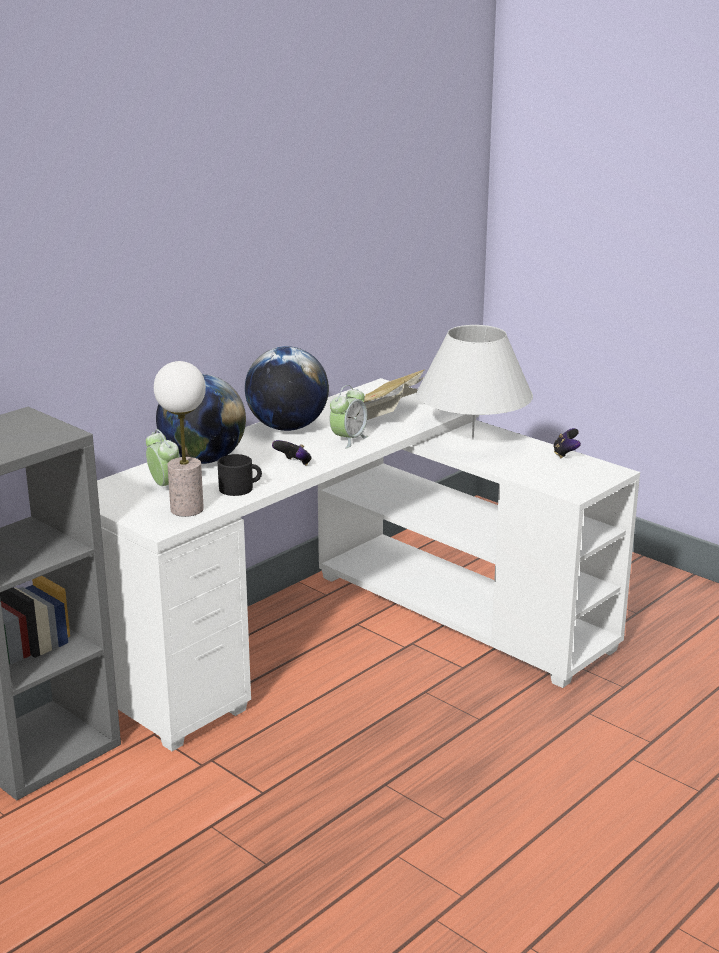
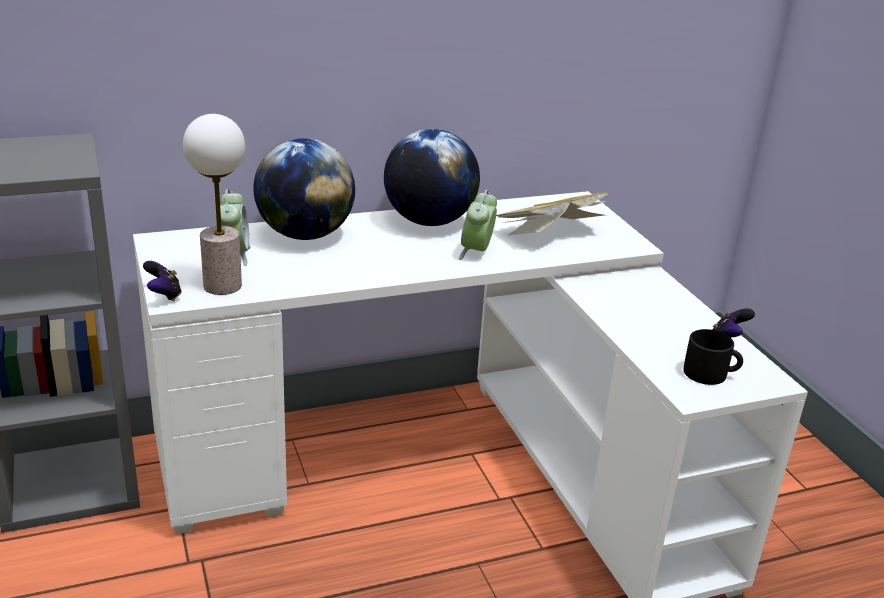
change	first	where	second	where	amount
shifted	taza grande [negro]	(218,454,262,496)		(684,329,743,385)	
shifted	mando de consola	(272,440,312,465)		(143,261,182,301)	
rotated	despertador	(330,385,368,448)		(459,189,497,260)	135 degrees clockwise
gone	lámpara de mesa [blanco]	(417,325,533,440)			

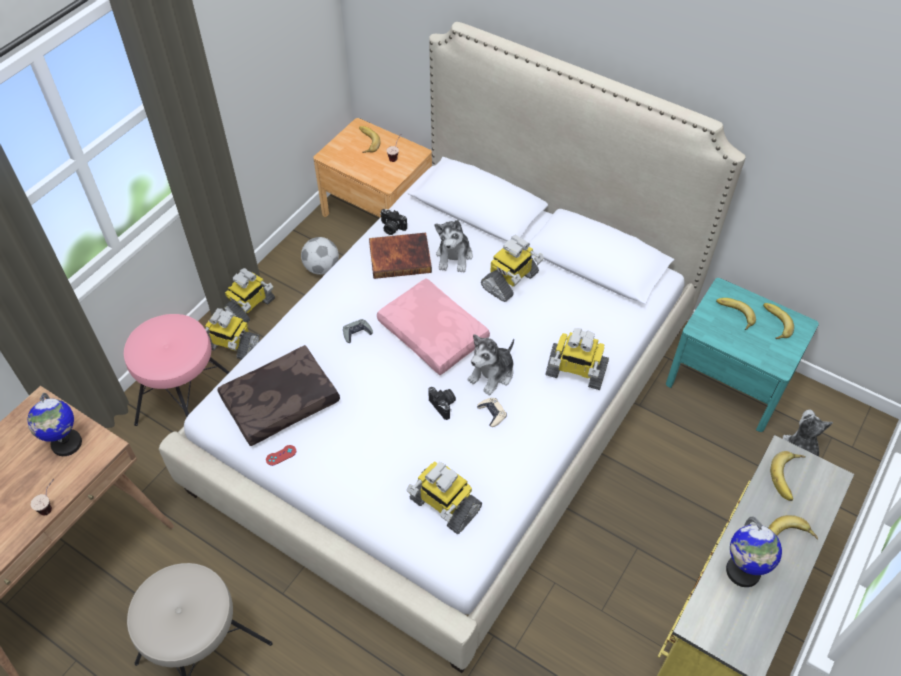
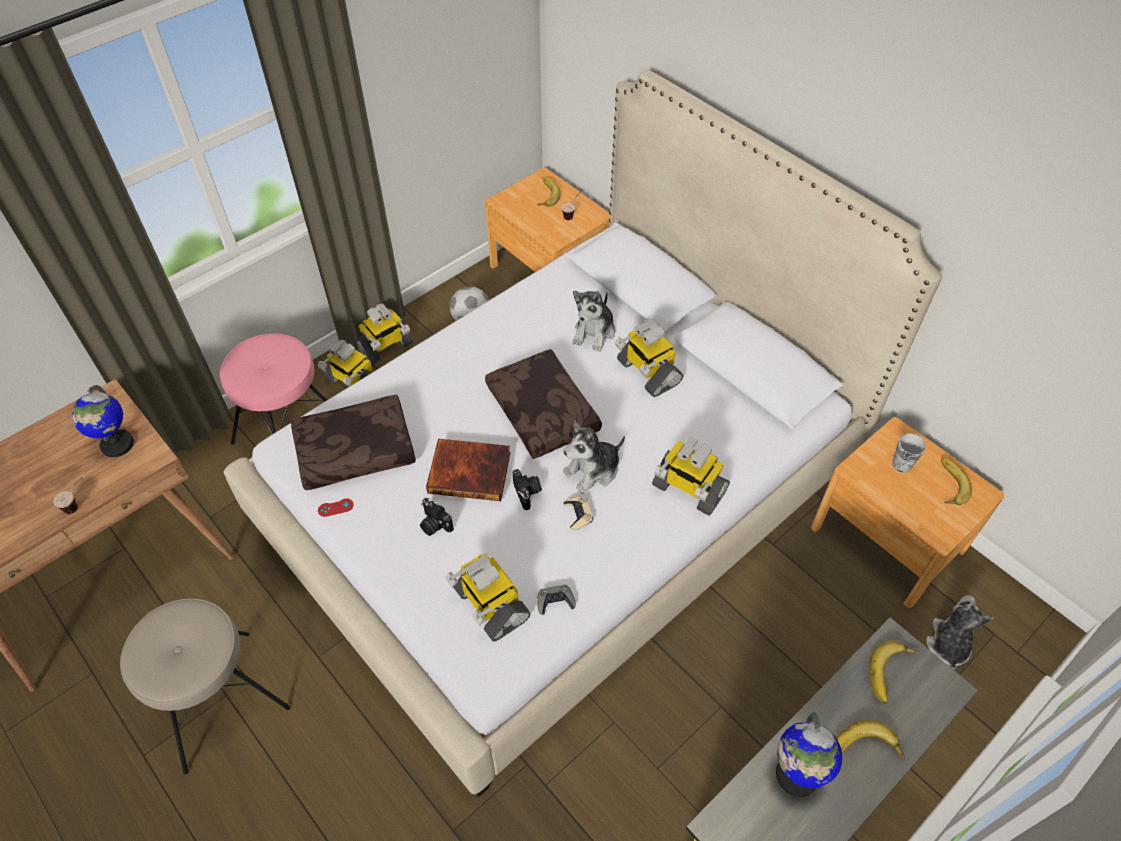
change	first	where	second	where	amount
shifted	mando de consola [gris]	(343,319,373,343)		(537,585,576,615)	
shifted	libro	(369,233,432,279)		(426,439,511,501)	
repainted	cojín [rosa]	(377,278,490,375)	cojín [marrón]	(485,349,602,459)	
shifted	cámara	(380,209,407,235)		(420,498,454,536)	
rotated	robot de juguete	(481,235,544,302)		(615,319,683,397)	90 degrees clockwise
repainted	mesita de noche [turquesa]	(666,278,819,432)	mesita de noche [marrón]	(811,417,1004,608)	
swapped	plátano	(716,298,756,330)	taza	(892,433,926,472)	

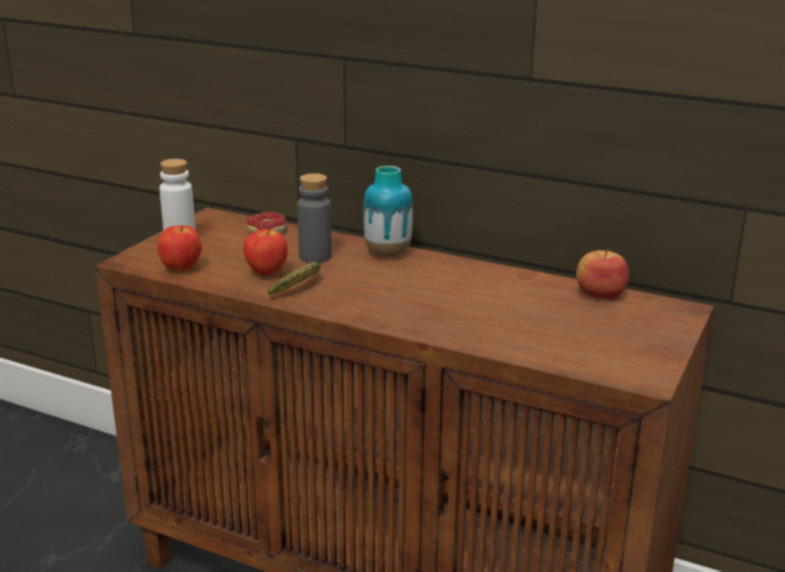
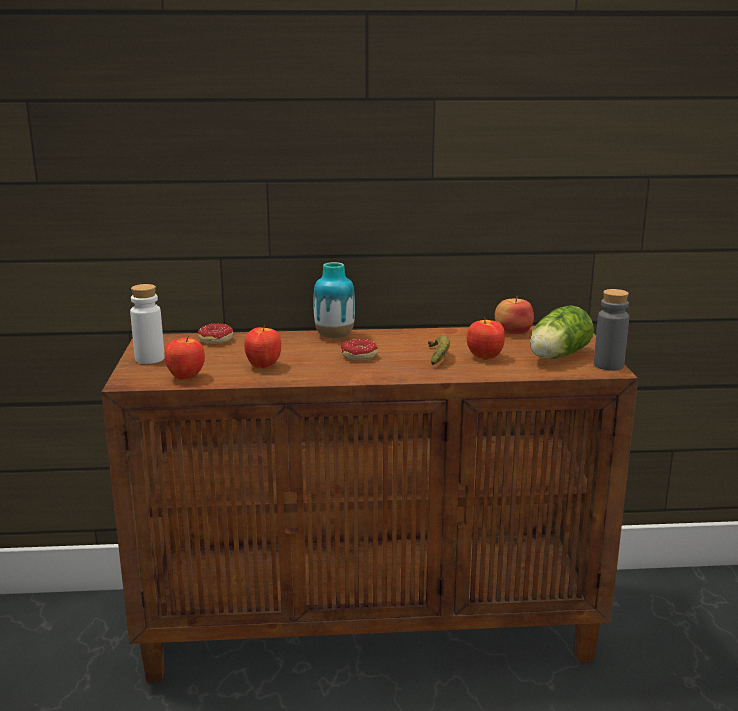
change	first	where	second	where	amount
shifted	plátano	(267,262,321,295)		(428,335,450,365)	
shifted	botella [gris]	(297,173,332,263)		(594,289,629,371)	
new			rosquilla	(341,339,378,361)	
new			manzana	(466,317,505,360)	
new			lechuga	(530,305,594,359)	

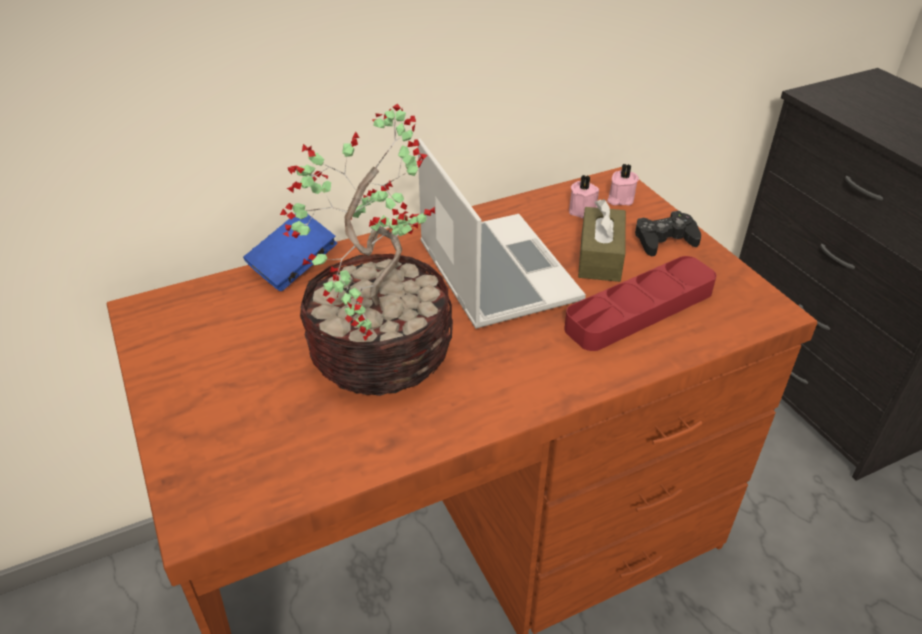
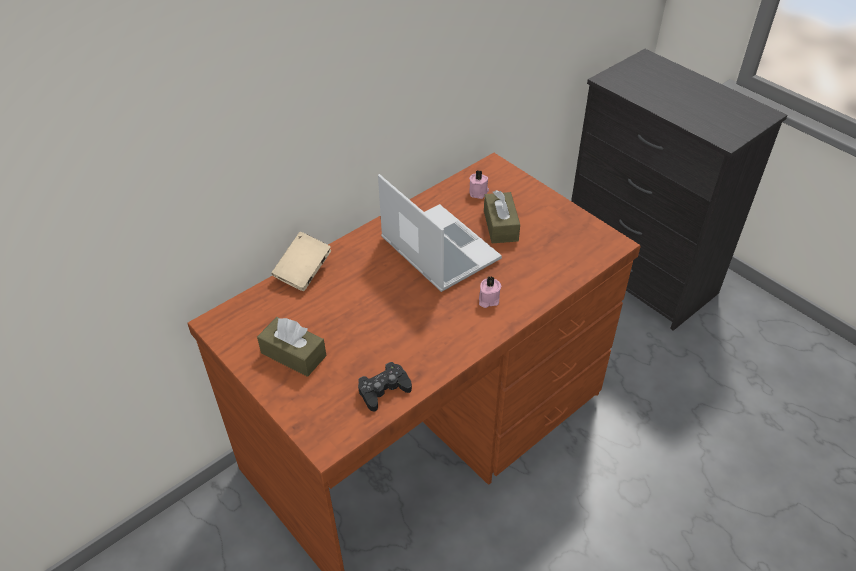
change	first	where	second	where	amount
repainted	libro [azul]	(243,213,337,291)	libro [beis]	(271,232,331,291)	
gone	planta en maceta	(280,104,453,396)			
gone	bandeja [rojo]	(564,256,716,351)			
shifted	vela [rosa]	(607,164,639,206)		(479,276,501,308)	
shifted	mando de consola [negro]	(635,211,701,257)		(358,362,412,412)	
new			caja de pañuelos [marrón]	(257,317,326,377)	

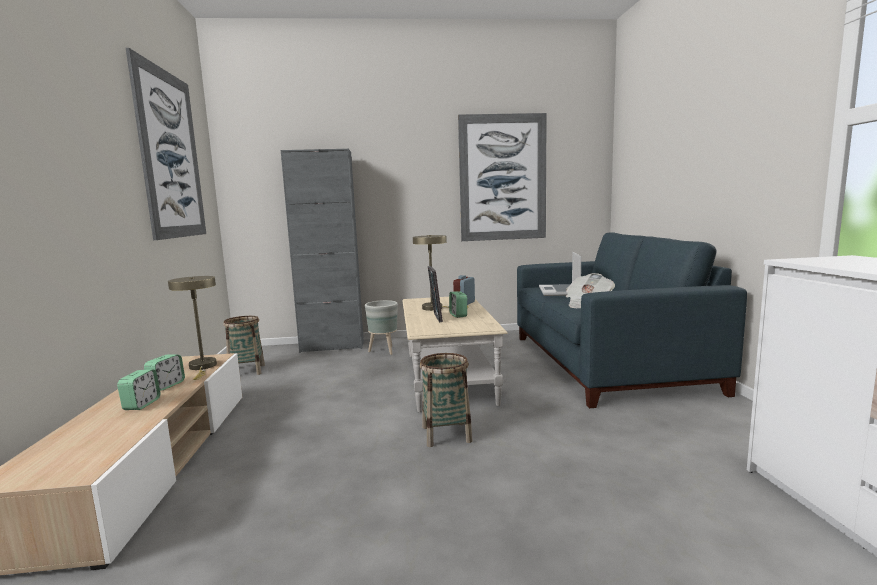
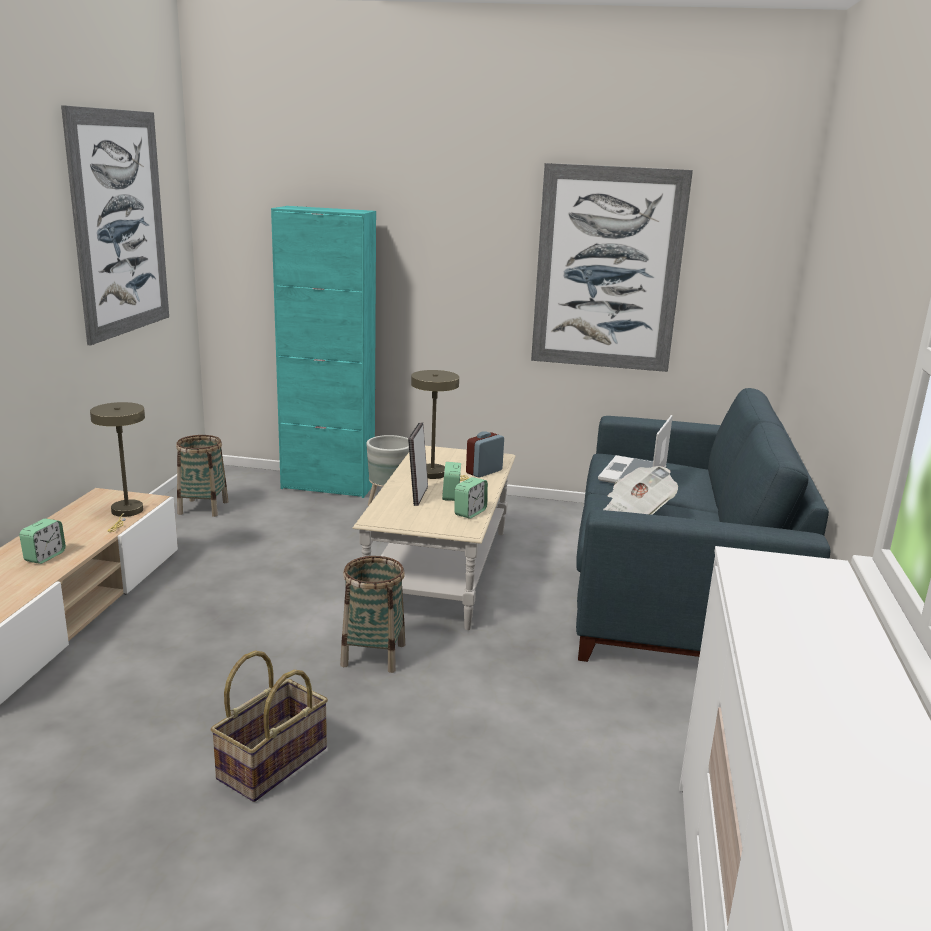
change	first	where	second	where	amount
shifted	despertador	(144,354,185,391)		(455,477,488,519)	
repainted	armario [gris]	(281,149,364,353)	armario [turquesa]	(271,206,376,498)	
new			cesta	(211,651,328,802)	

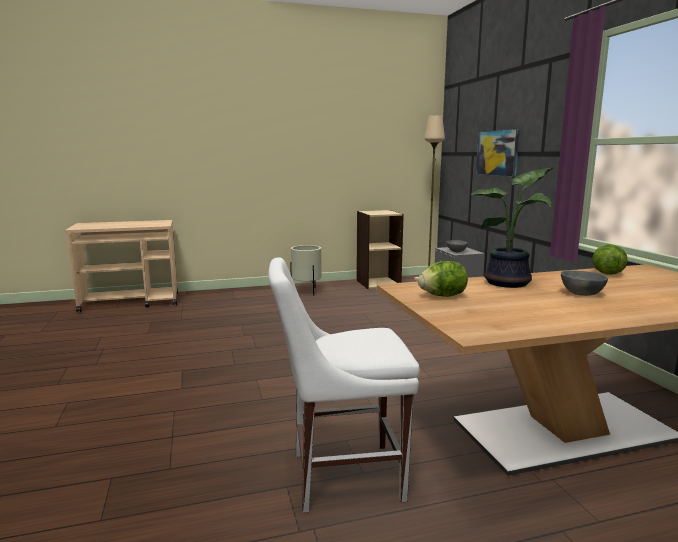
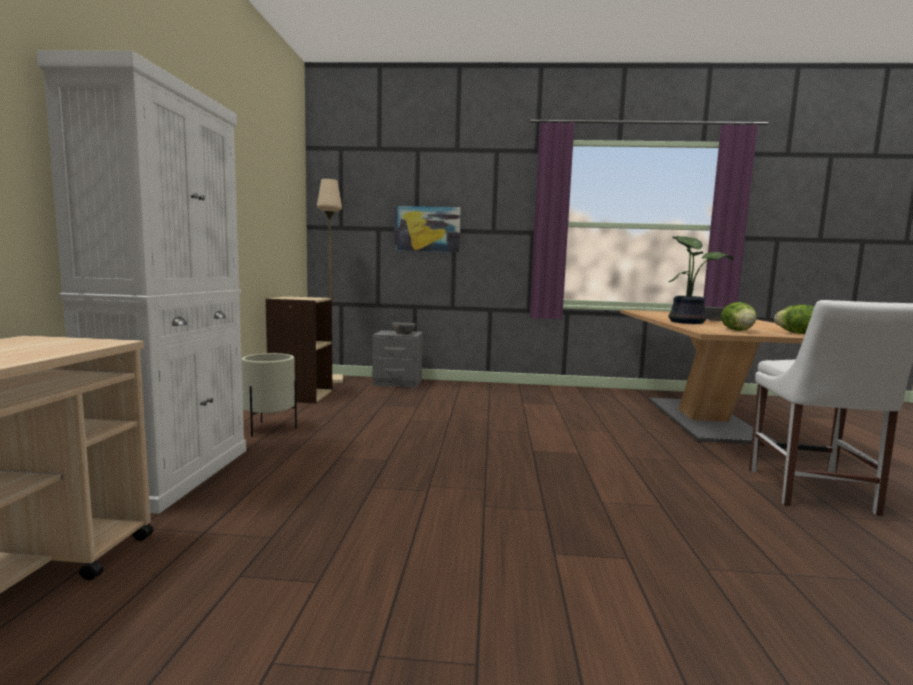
change	first	where	second	where	amount
shifted	lechuga	(592,244,628,275)		(774,305,814,334)	
new			armario [blanco]	(37,50,246,514)	

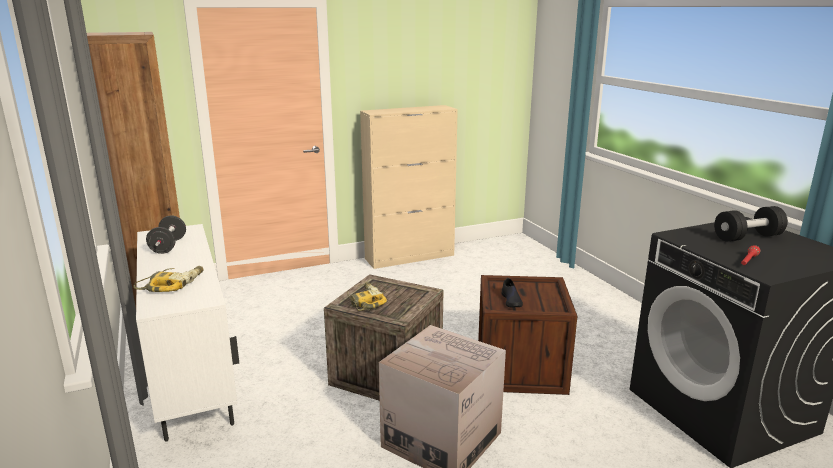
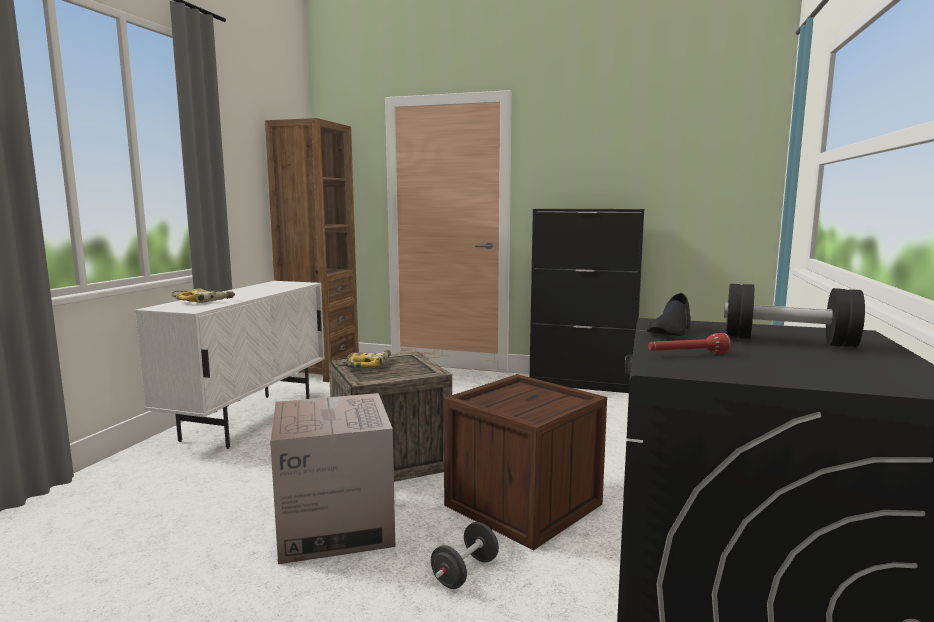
change	first	where	second	where	amount
shifted	mancuerna [negro]	(146,215,186,254)		(431,522,499,589)	
repainted	armario [beis]	(360,105,458,269)	armario [negro]	(530,209,644,393)	
shifted	zapato [negro]	(502,278,523,308)		(647,293,691,336)	

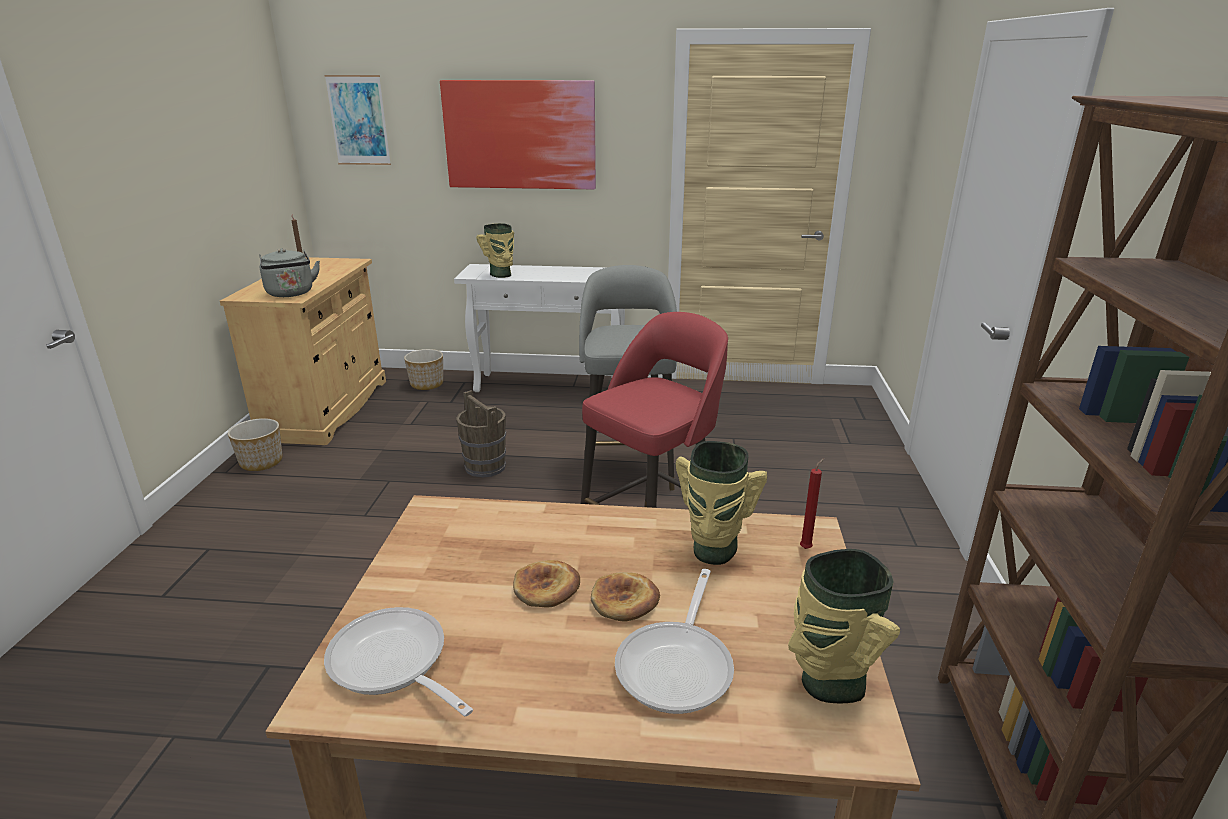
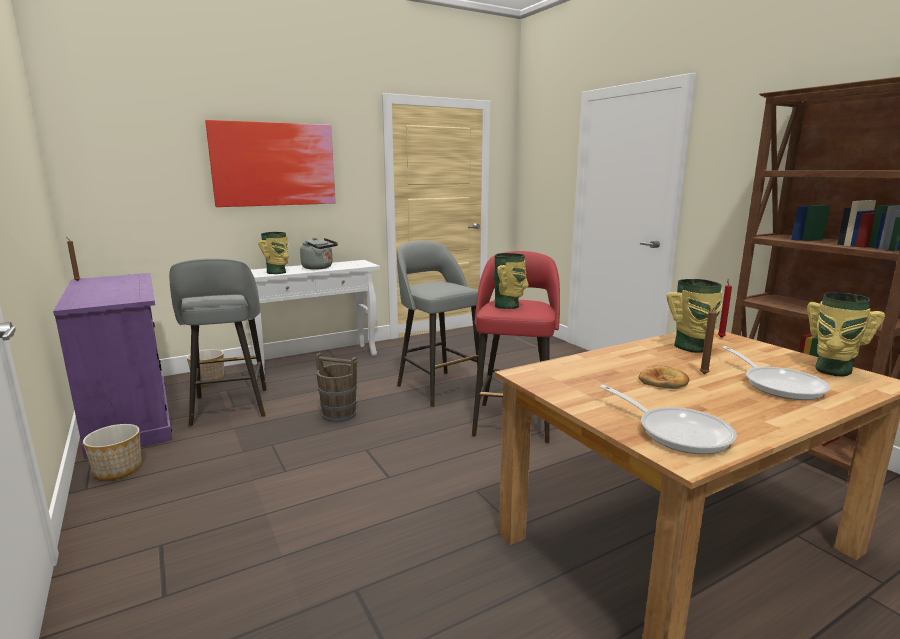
change	first	where	second	where	amount
repainted	armario [beis]	(220,257,386,445)	armario [morado]	(53,273,172,459)	
shifted	hervidor [gris]	(259,248,320,297)		(300,238,338,270)	
rotated	sartén	(324,607,473,717)		(600,385,737,454)	135 degrees counterclockwise
gone	cuadro	(325,75,391,165)			
swapped	pan	(591,572,660,621)	vela [marrón]	(700,305,719,374)	
new			taburete [gris]	(169,258,267,426)	
new			florero	(494,253,529,309)	

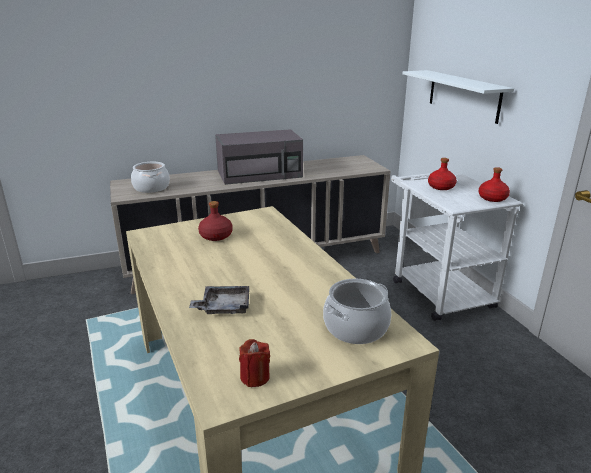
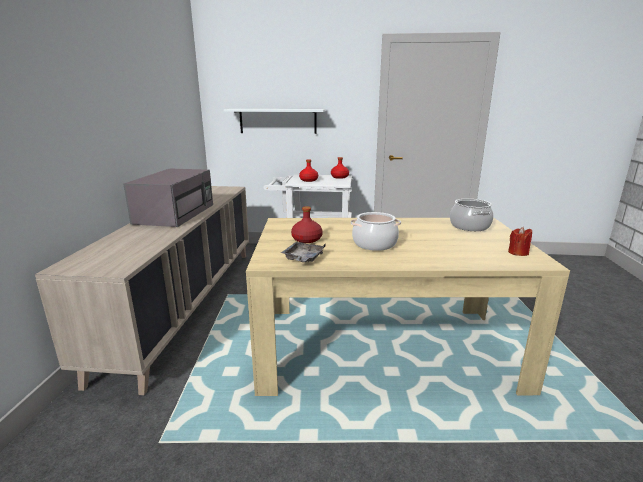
change	first	where	second	where	amount
shifted	olla	(131,162,170,193)		(351,212,401,251)	
shifted	bandeja [gris]	(189,286,249,314)		(281,242,326,262)	

